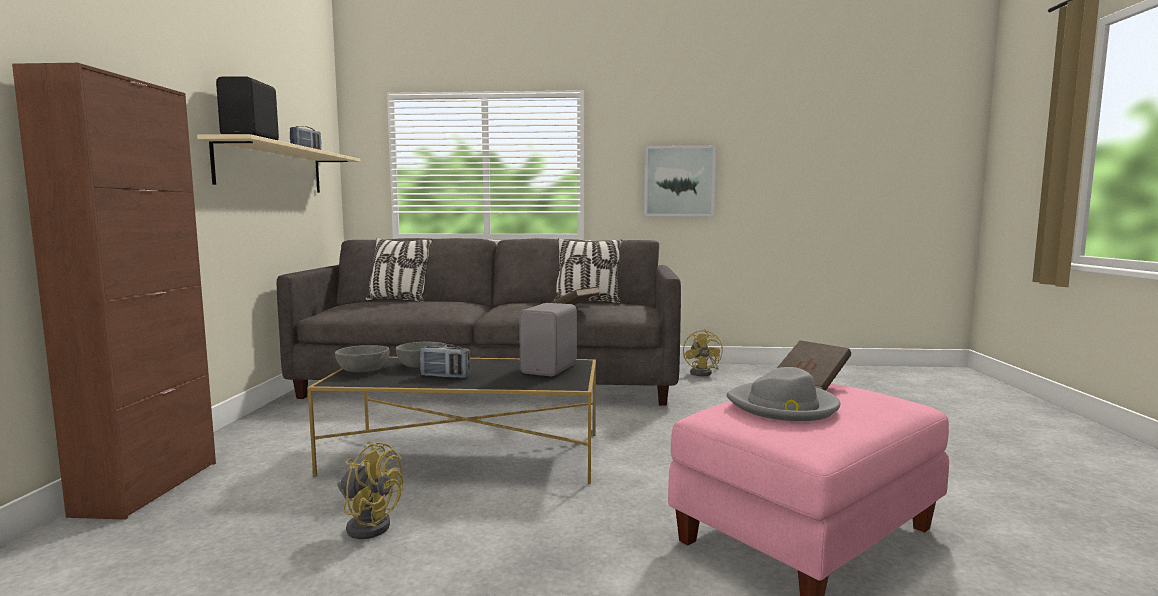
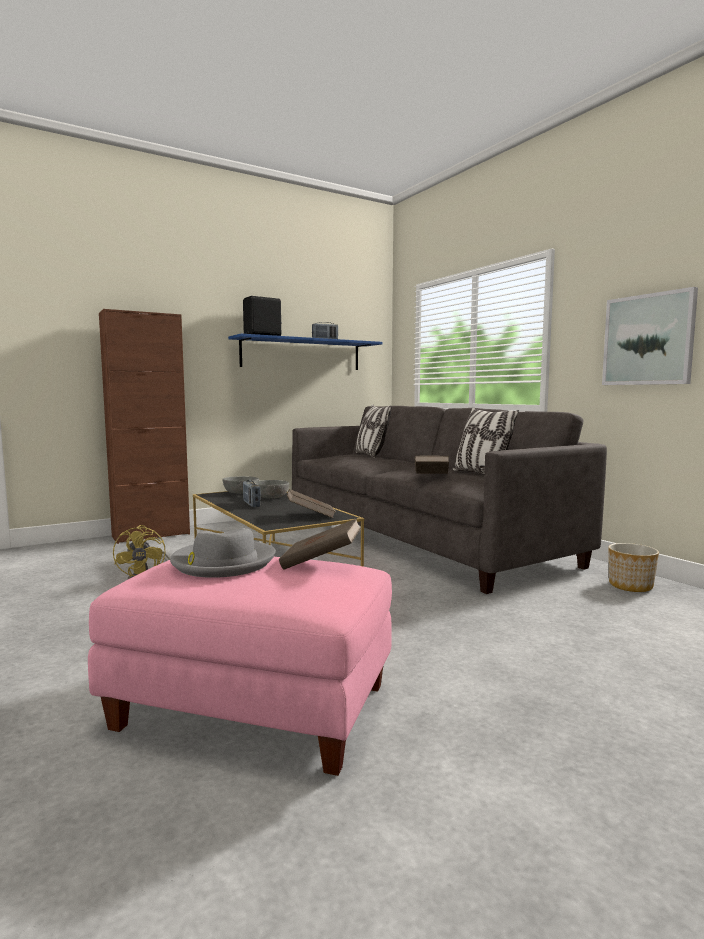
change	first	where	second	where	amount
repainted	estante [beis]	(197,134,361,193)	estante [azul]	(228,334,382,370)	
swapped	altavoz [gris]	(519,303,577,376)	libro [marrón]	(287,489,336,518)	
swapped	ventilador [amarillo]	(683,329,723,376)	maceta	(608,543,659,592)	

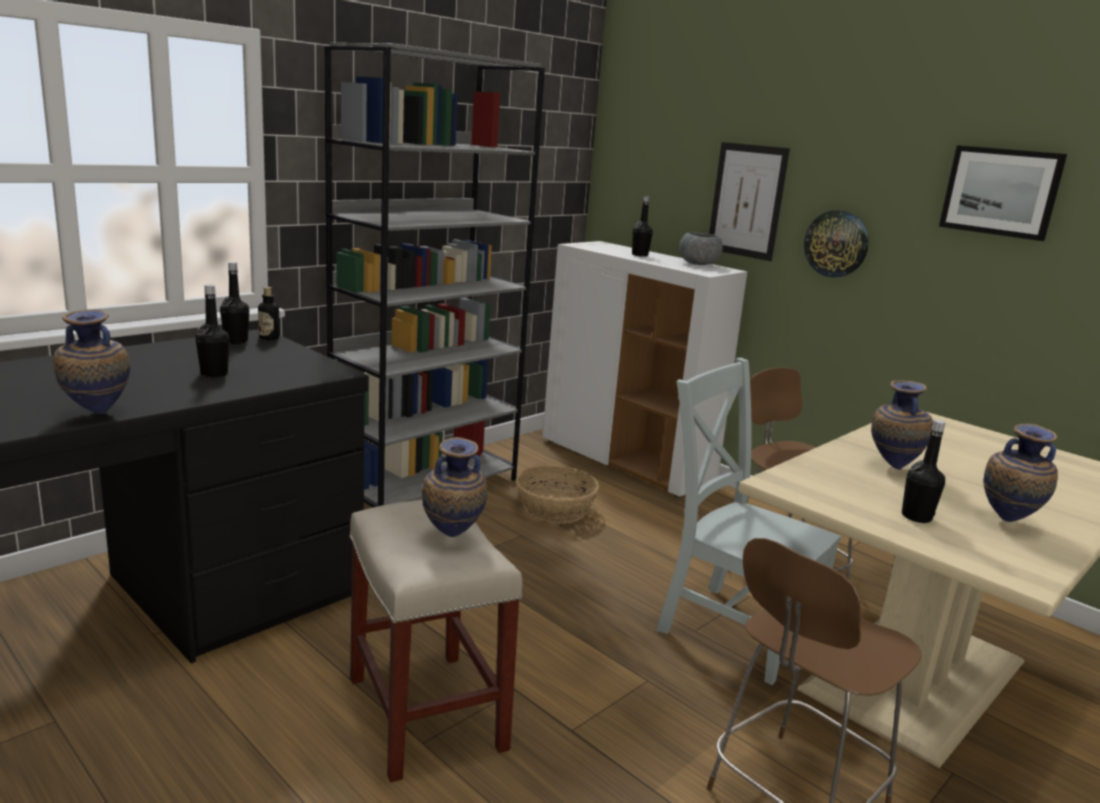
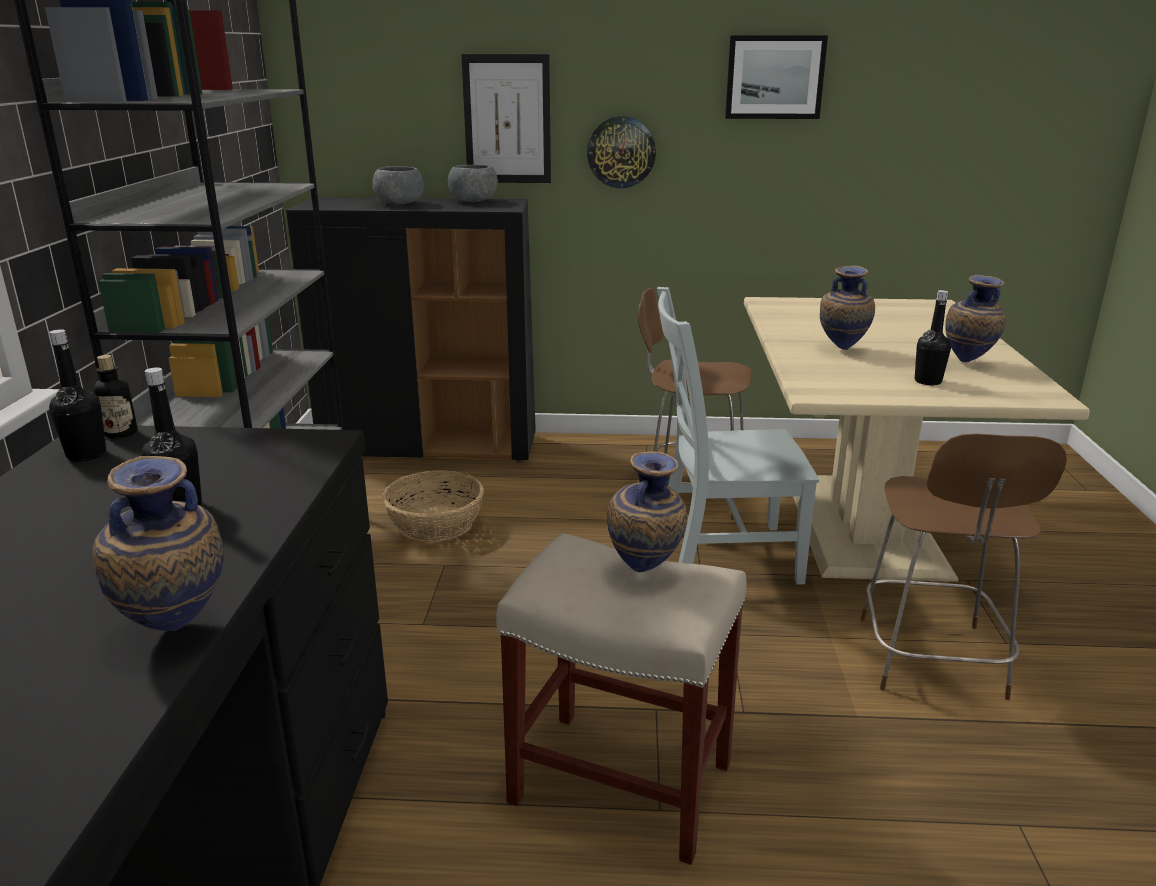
change	first	where	second	where	amount
repainted	armario [blanco]	(542,241,747,498)	armario [negro]	(286,197,536,462)	
swapped	botella [negro]	(632,196,653,257)	cuenco [gris]	(372,166,424,205)	

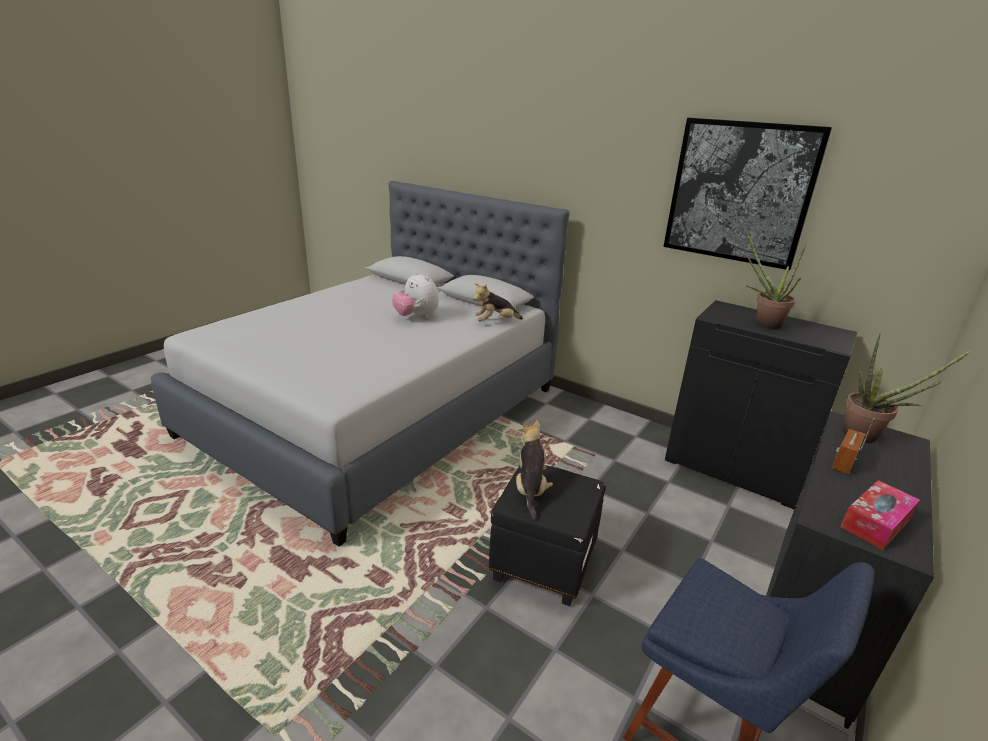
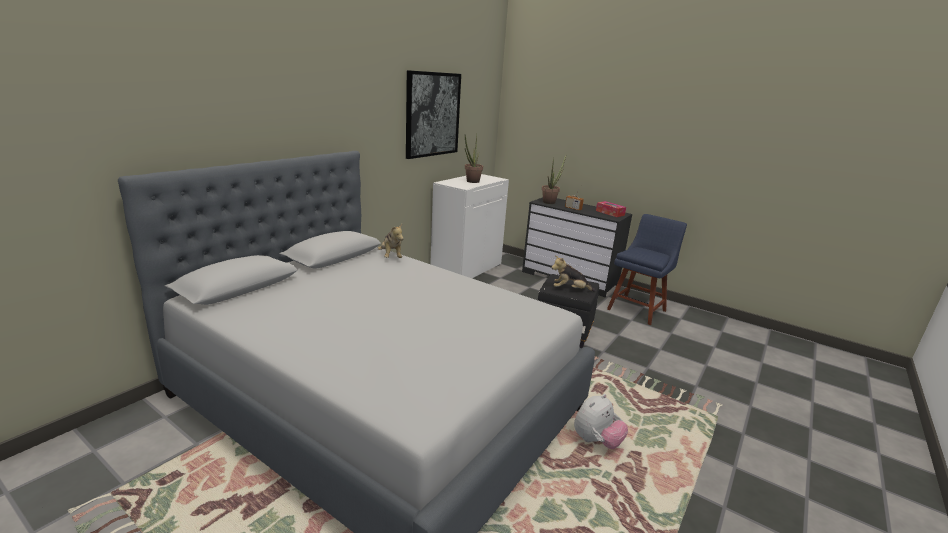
change	first	where	second	where	amount
shifted	peluche	(392,271,439,318)		(574,394,628,449)	
repainted	armario [negro]	(665,300,857,509)	armario [blanco]	(430,174,509,278)	

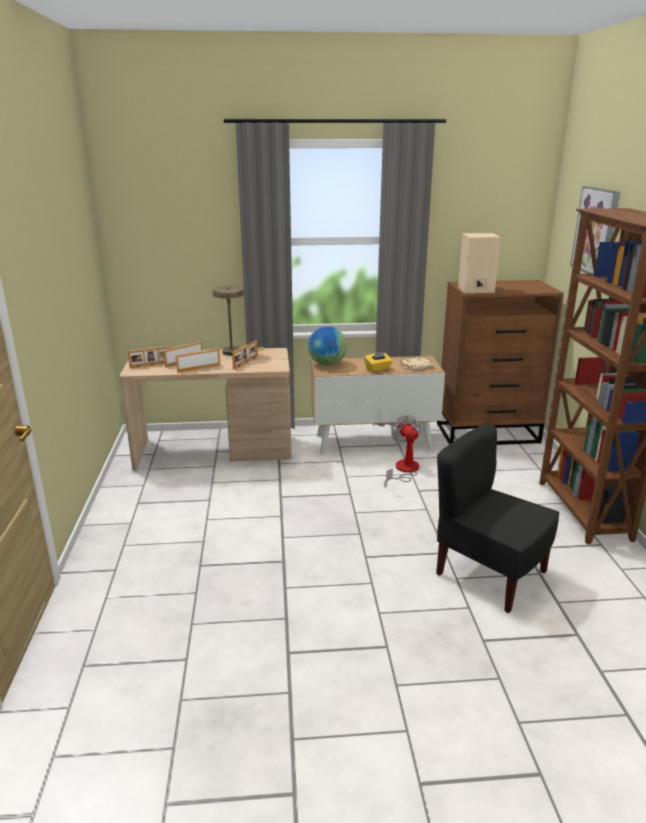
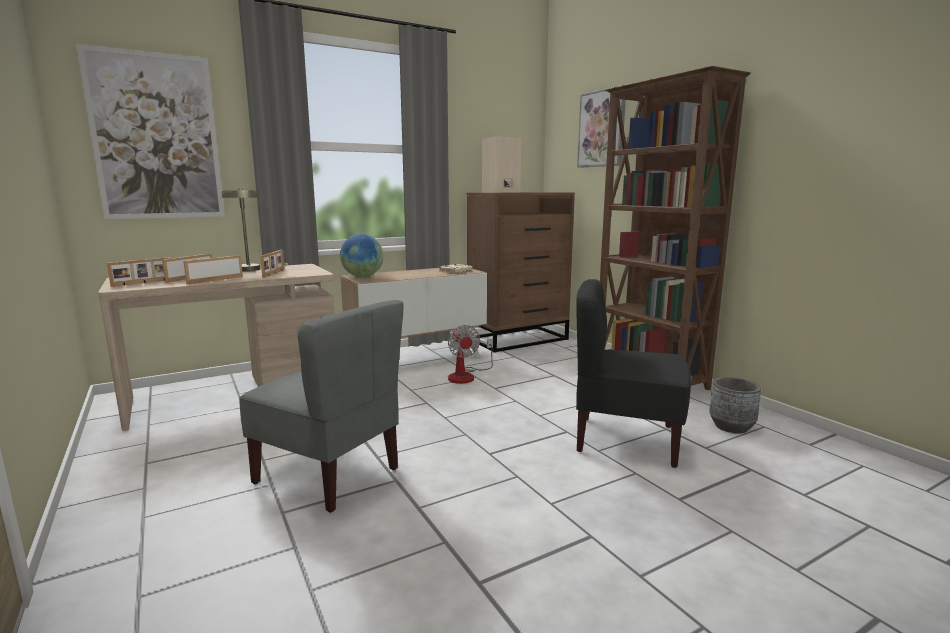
change	first	where	second	where	amount
gone	caja de pañuelos [amarillo]	(364,351,393,372)			
rotated	ventilador	(384,415,419,488)		(448,325,493,384)	150 degrees counterclockwise
new			cuadro	(76,44,225,219)	
new			silla [gris]	(239,300,404,513)	
new			maceta [gris]	(709,377,762,434)	

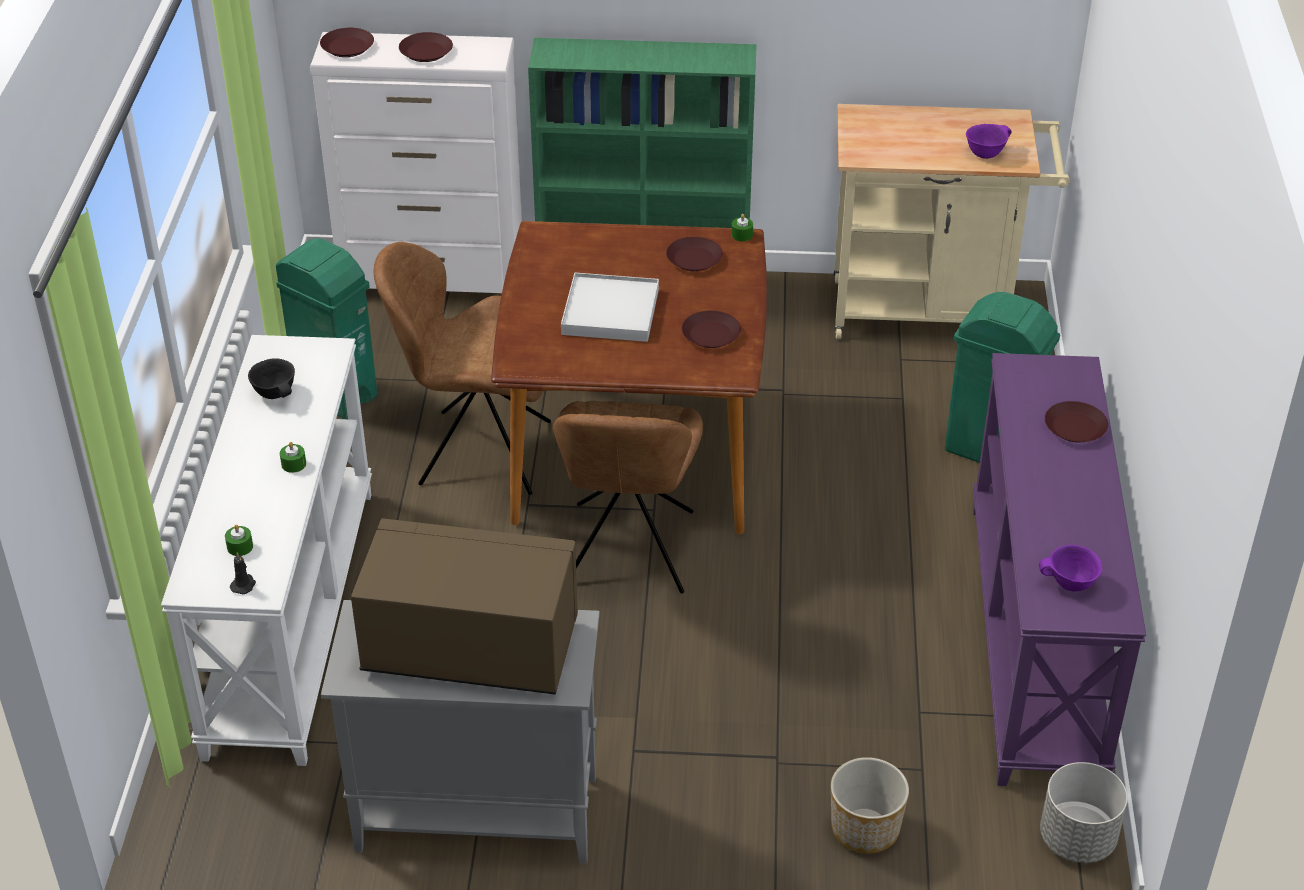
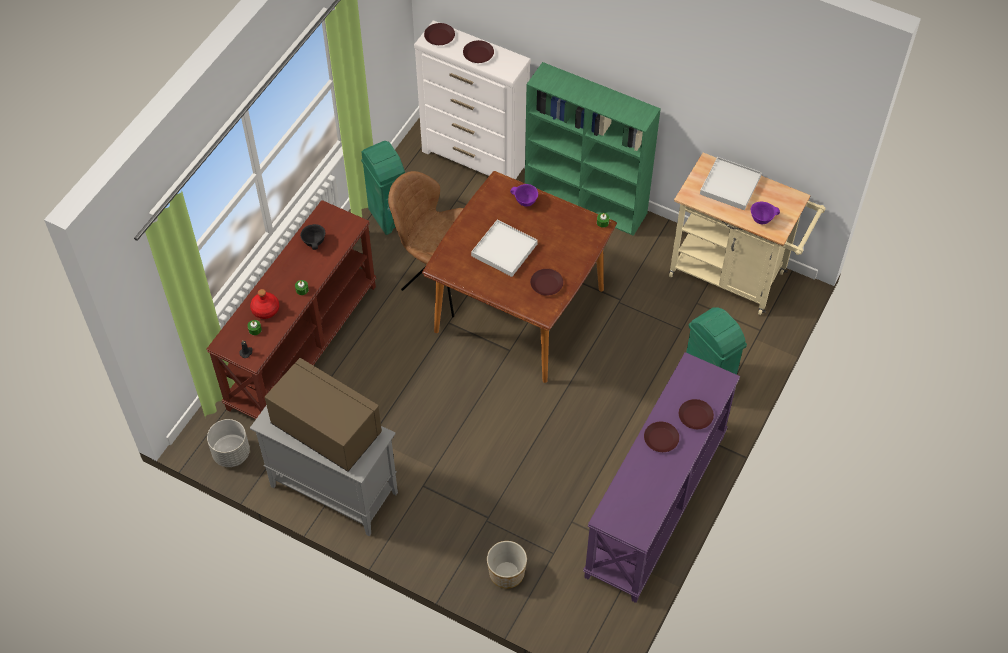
change	first	where	second	where	amount
repainted	mesa consola [blanco]	(161,335,372,766)	mesa consola [marrón]	(206,200,376,419)	
gone	silla [marrón]	(553,401,703,594)			
shifted	plato [marrón]	(666,237,723,271)		(644,422,679,452)	
shifted	cuenco [morado]	(1039,545,1102,591)		(510,184,538,207)	
shifted	maceta [gris]	(1040,762,1128,863)		(207,419,250,467)	
new			botella [rojo]	(250,289,279,319)	
new			bandeja [blanco]	(700,157,762,210)	

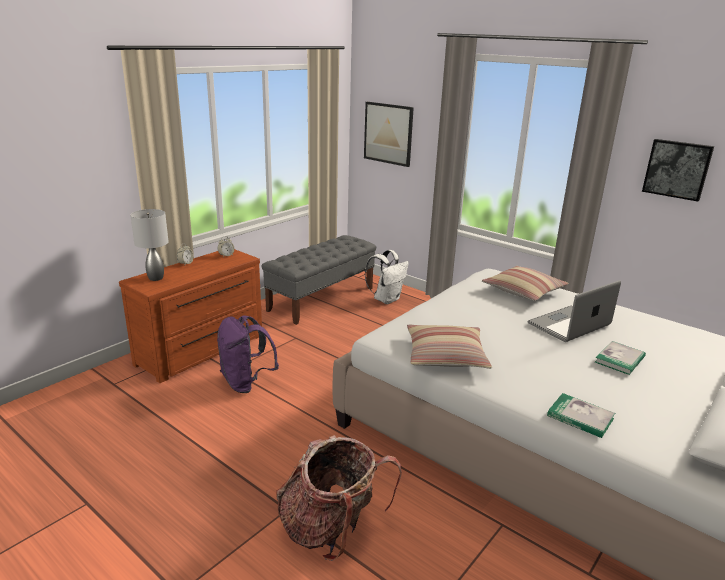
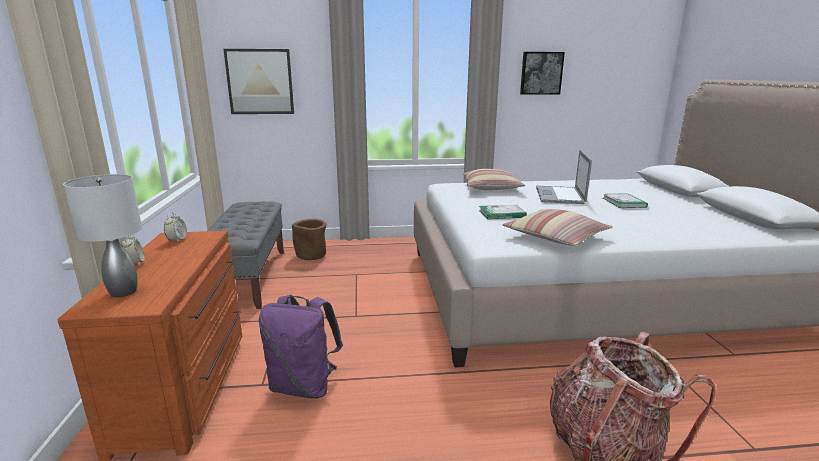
change	first	where	second	where	amount
swapped	mochila [blanco]	(365,250,409,304)	maceta [marrón]	(292,219,326,260)	
shifted	libro	(547,393,615,438)		(479,205,527,219)	

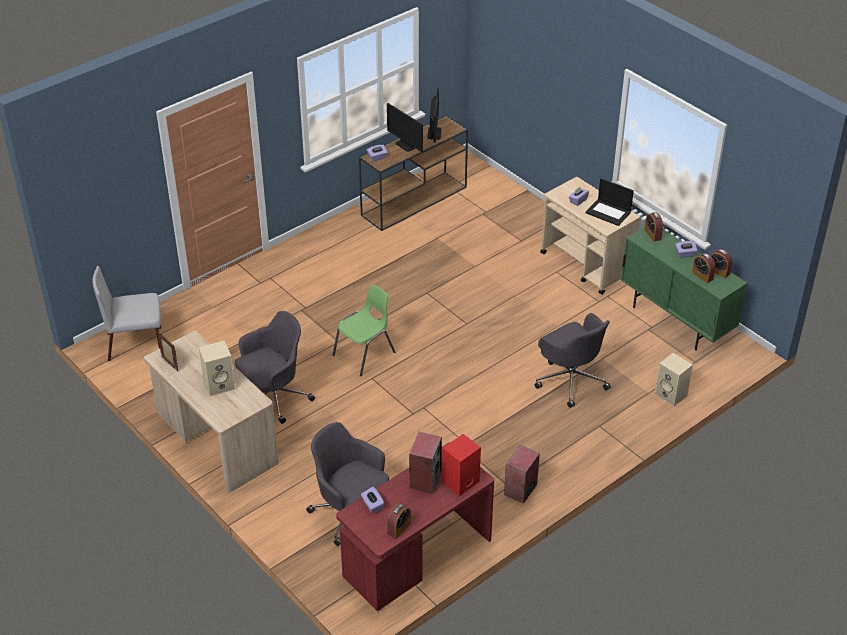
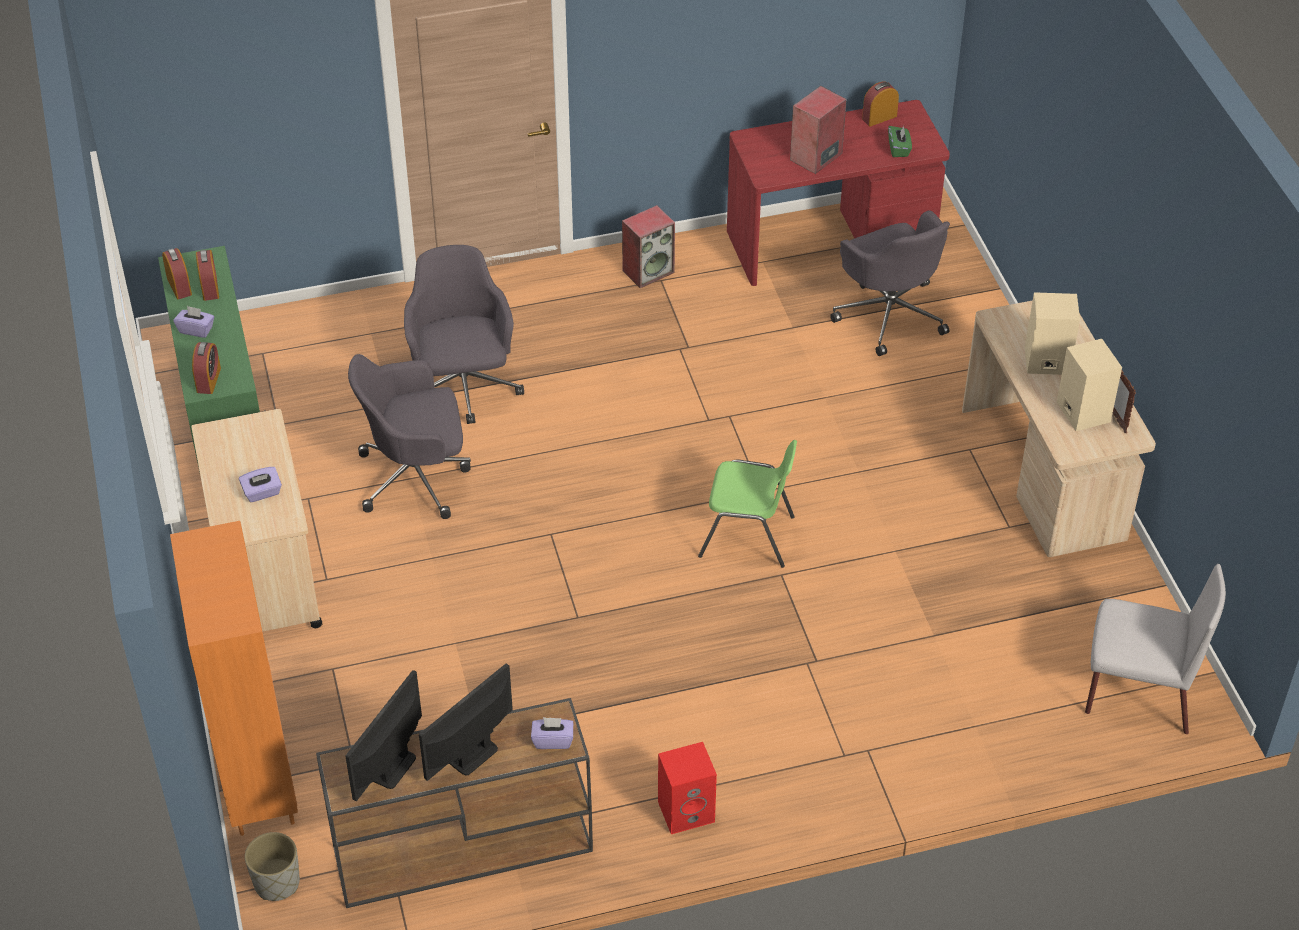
change	first	where	second	where	amount
shifted	silla de oficina [gris]	(235,311,315,424)		(348,354,471,519)	
rotated	silla [verde]	(333,284,395,376)		(698,440,797,568)	150 degrees counterclockwise
repainted	caja de pañuelos [morado]	(361,487,384,514)	caja de pañuelos [verde]	(888,126,912,157)	
rotated	monitor	(387,103,423,152)		(419,663,513,781)	120 degrees counterclockwise
shifted	altavoz [rojo]	(442,434,481,496)		(658,742,717,834)	
gone	portátil	(585,178,634,226)			
shifted	altavoz [beis]	(655,353,693,406)		(1057,339,1122,431)	
new			estantería [naranja]	(170,521,298,836)	
new			maceta [gris]	(245,832,300,901)	

